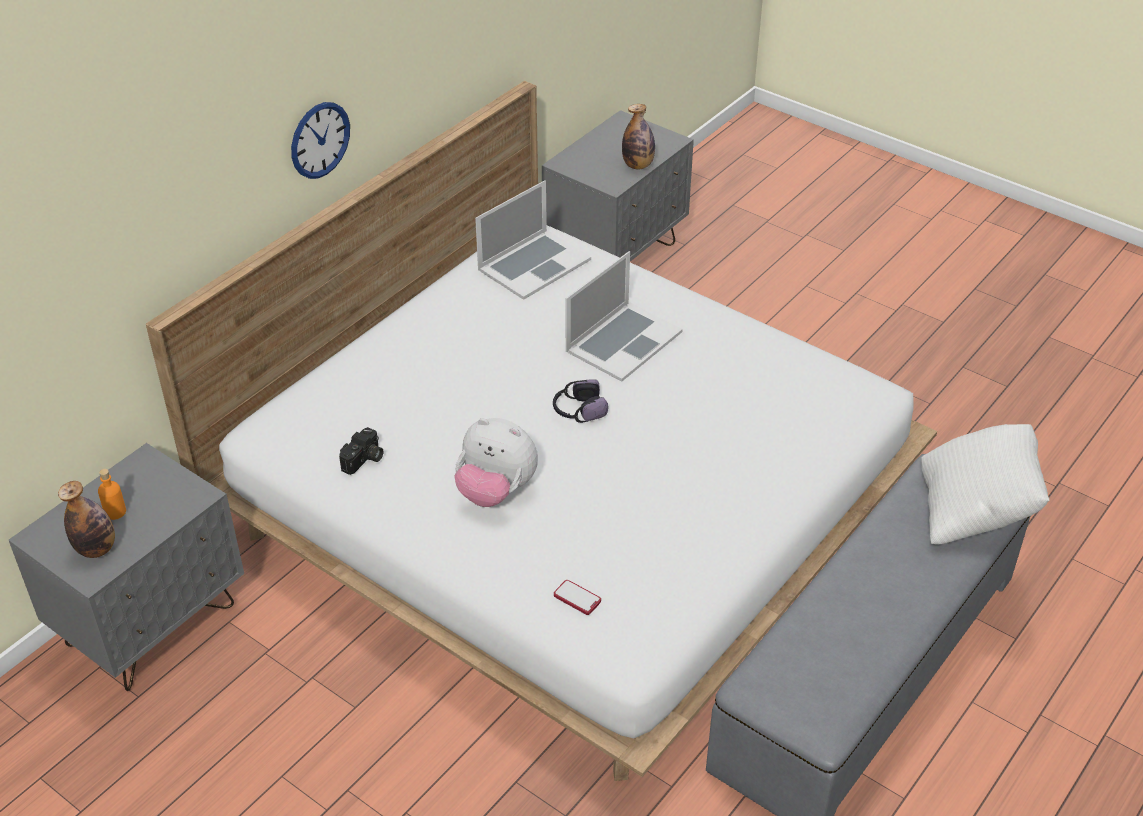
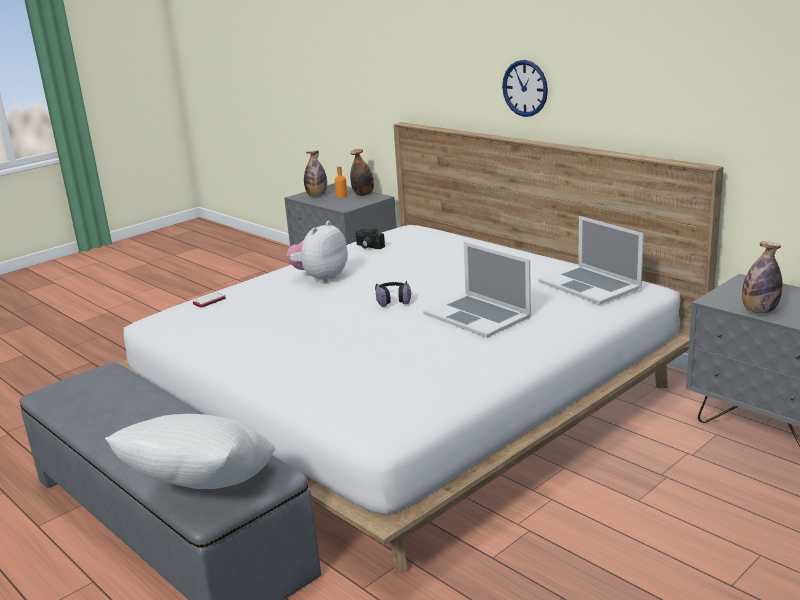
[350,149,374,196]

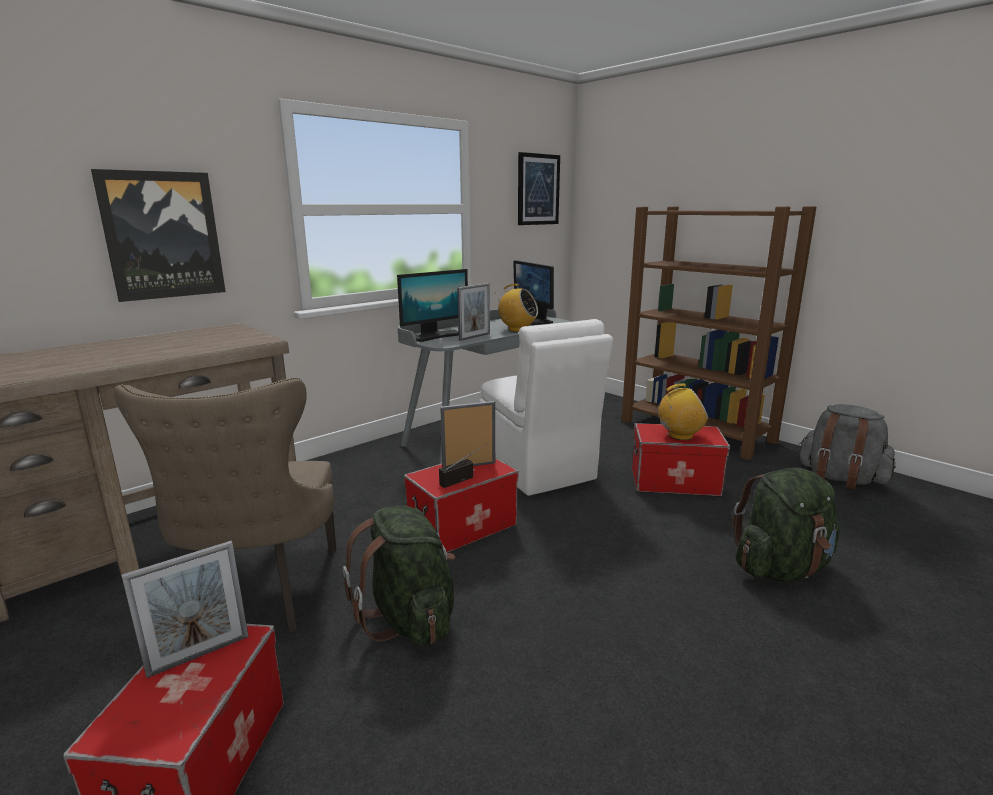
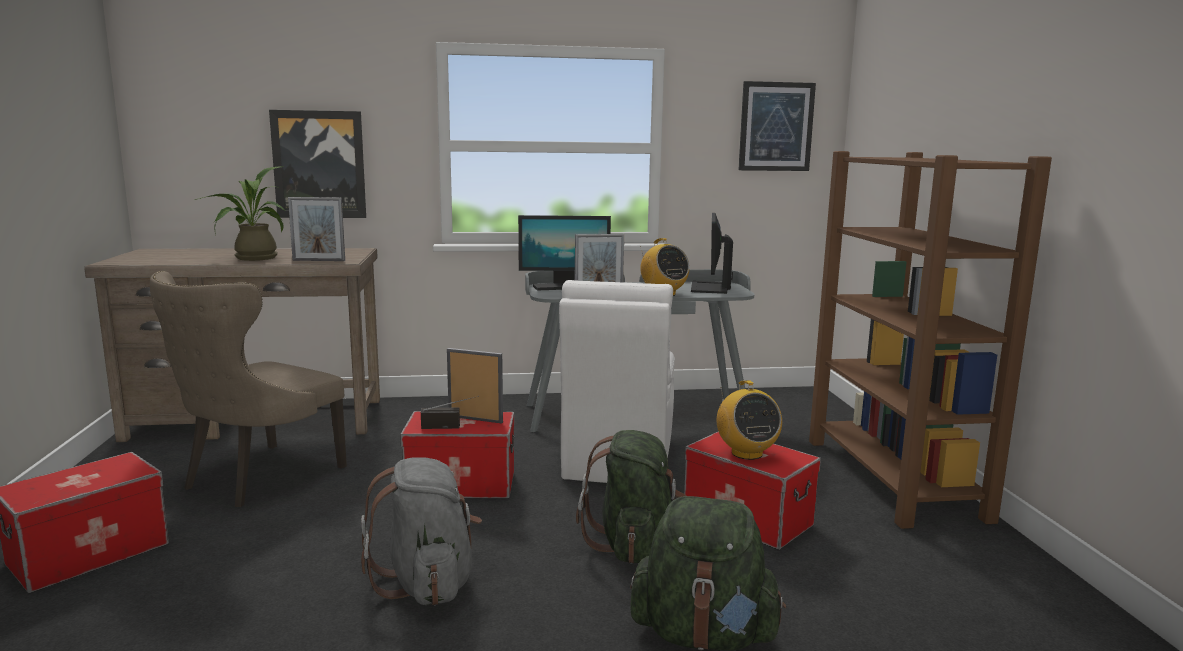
[195,166,285,261]
[288,197,345,261]
[361,457,482,606]
[576,430,686,564]
[717,380,782,460]

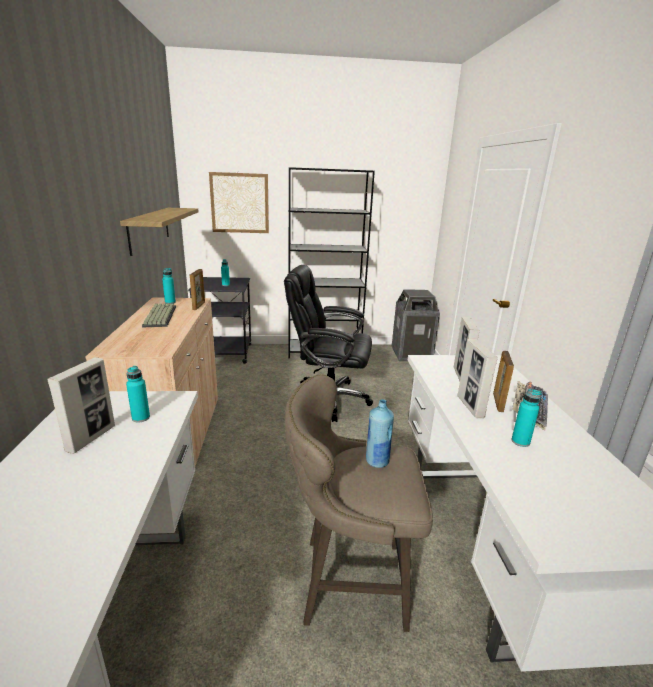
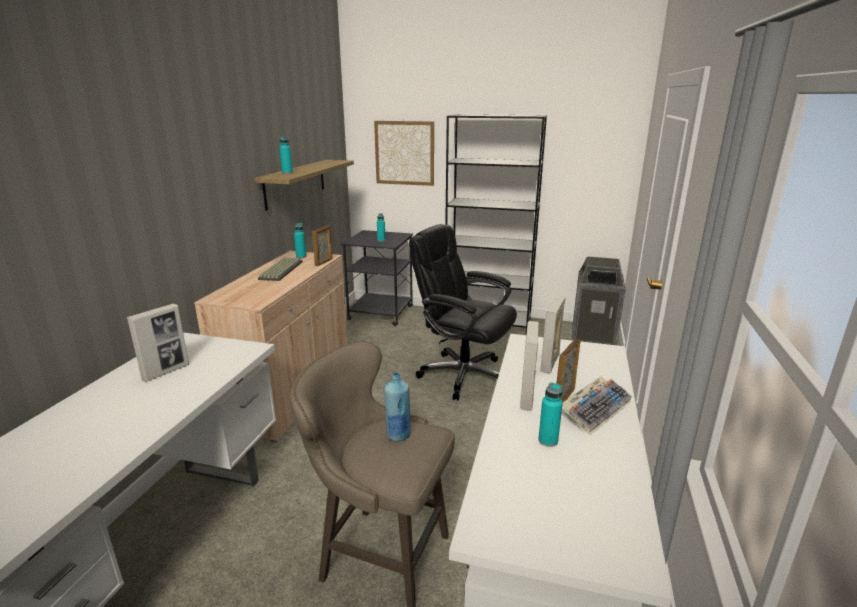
[279,136,293,174]

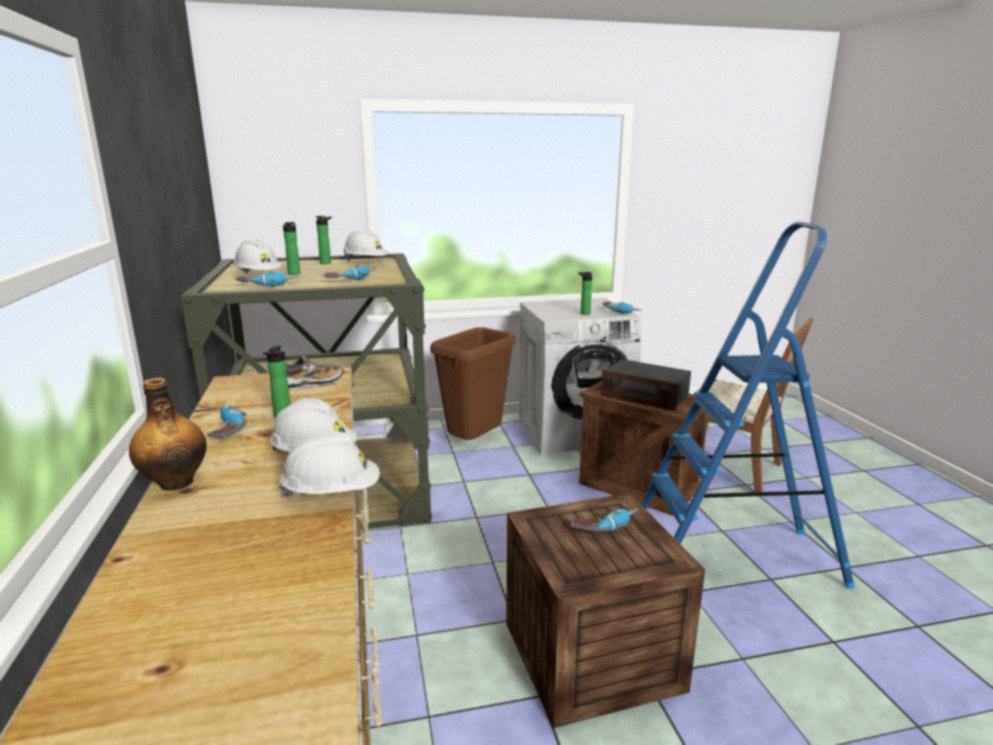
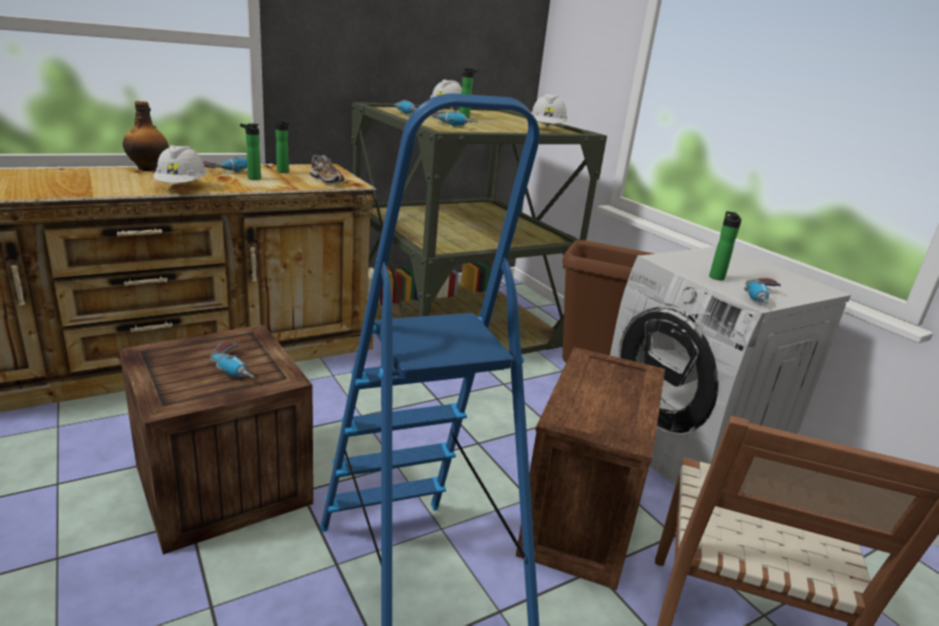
[275,119,289,173]
[278,430,380,497] (first image)
[601,359,691,411] (first image)

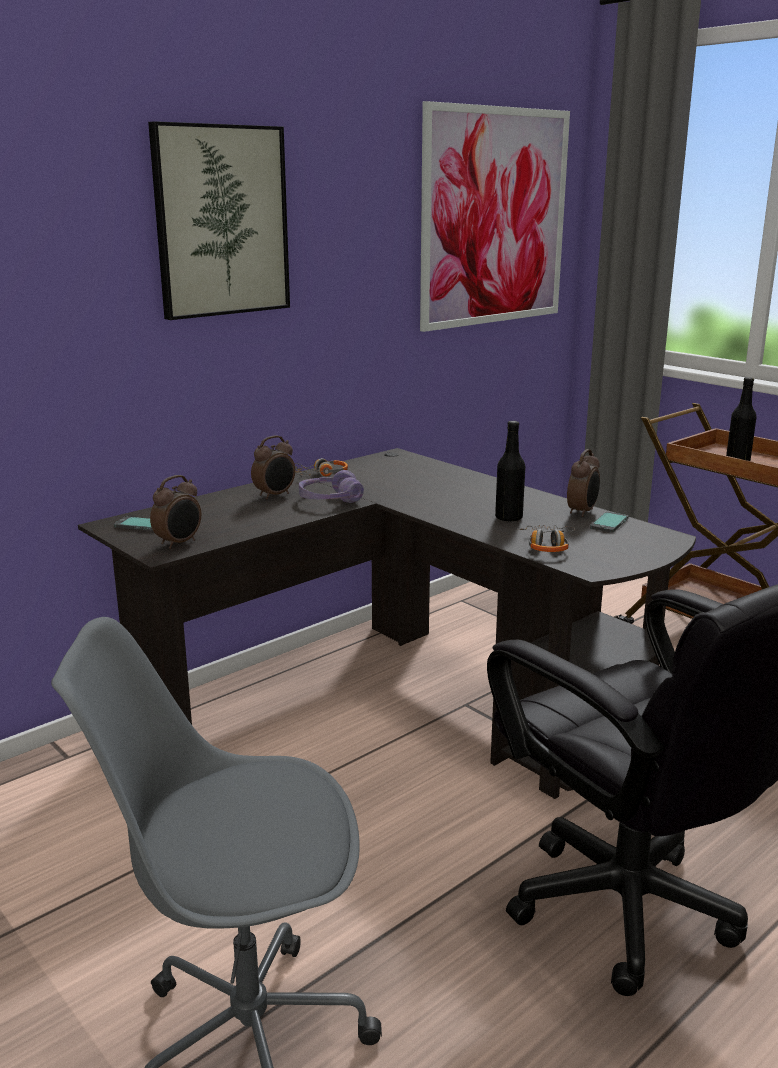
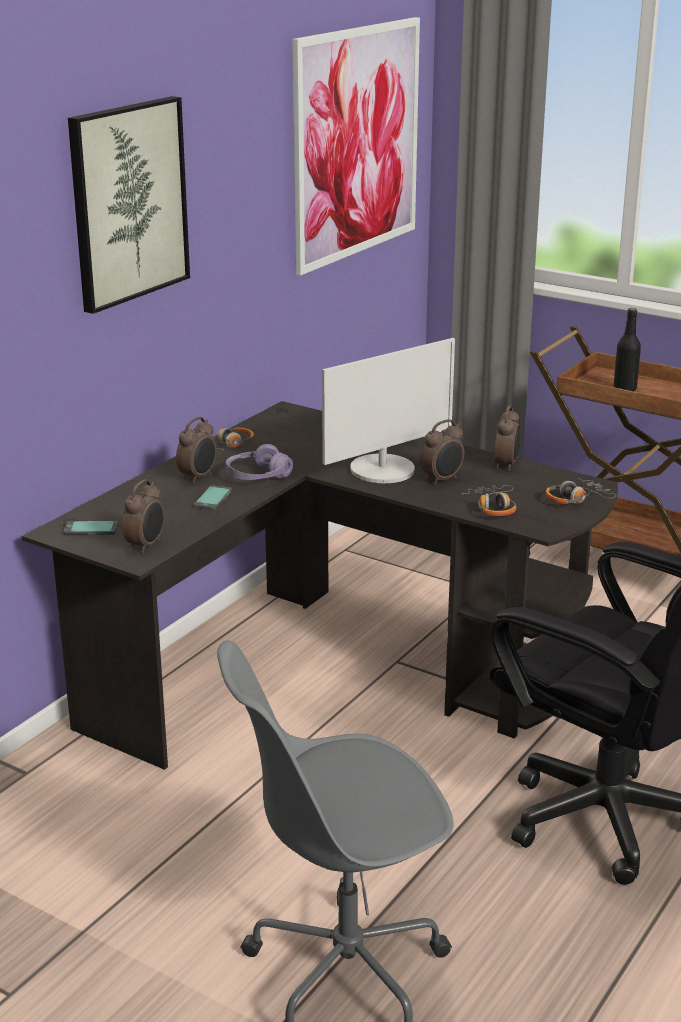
[193,485,232,510]
[322,338,455,483]
[420,419,464,485]
[546,478,616,504]

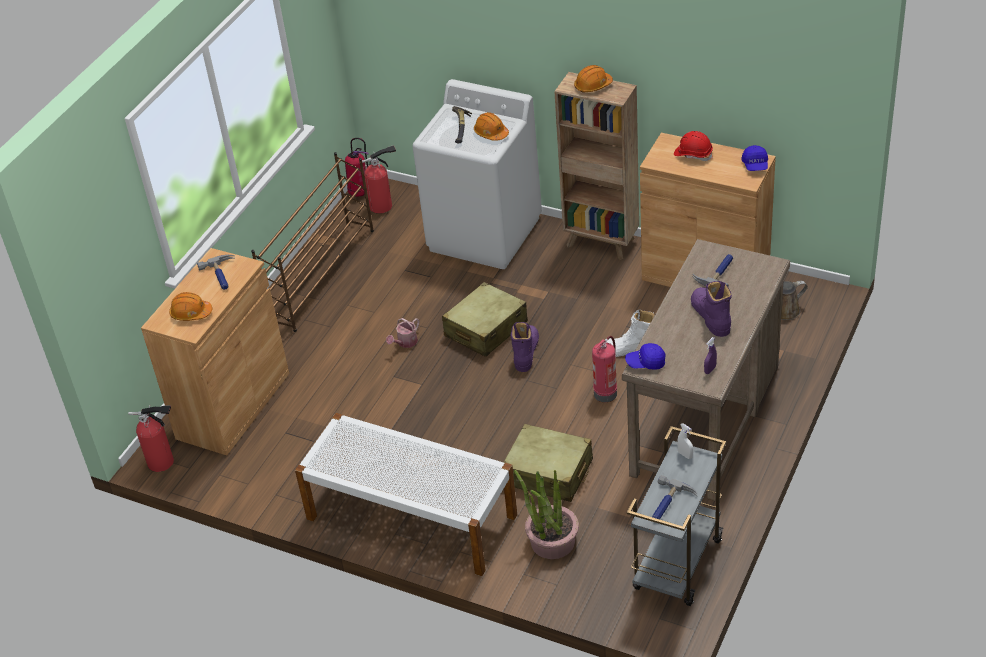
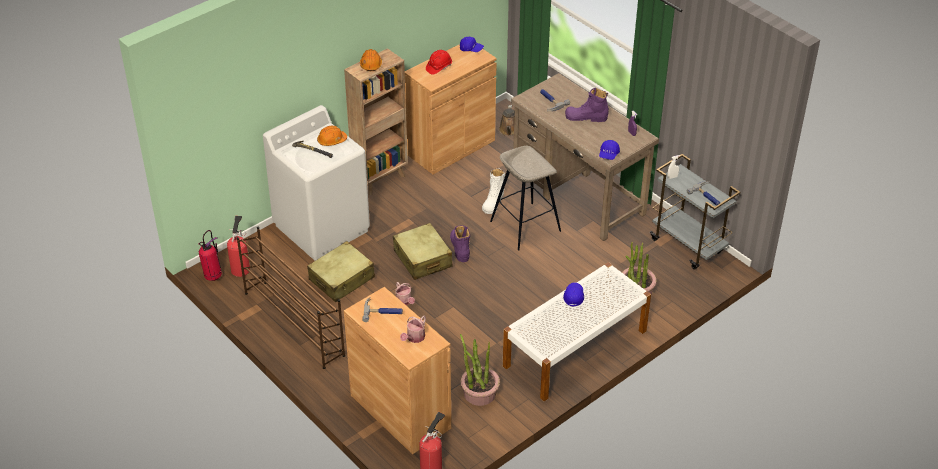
[307,241,375,302]
[400,315,426,343]
[450,225,470,262]
[460,334,500,406]
[490,146,561,250]
[563,282,584,306]

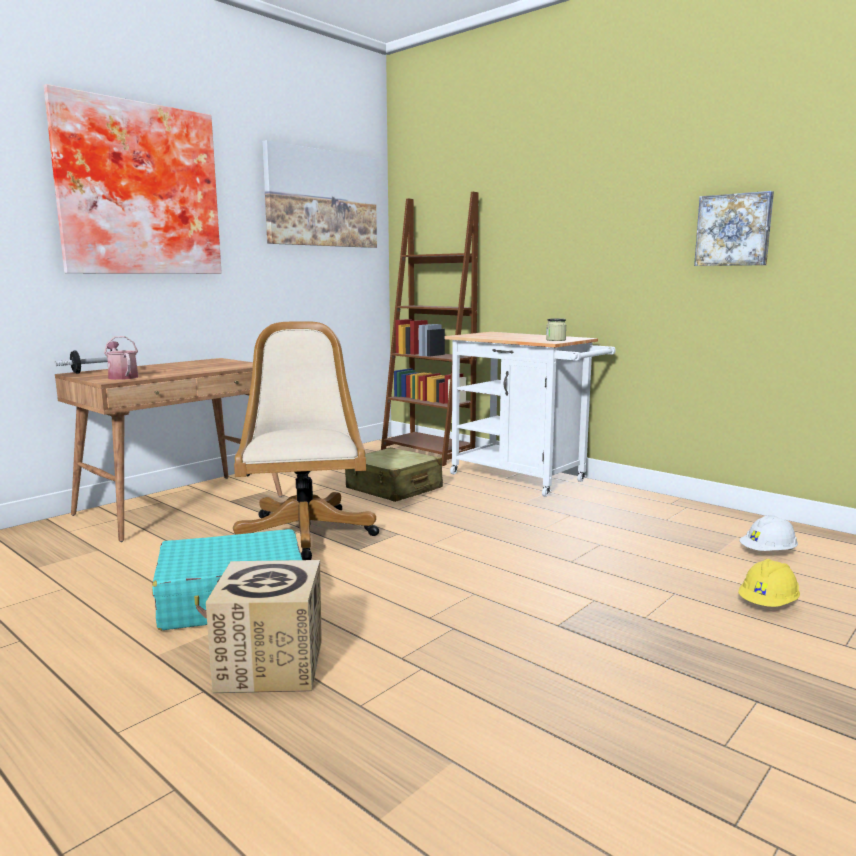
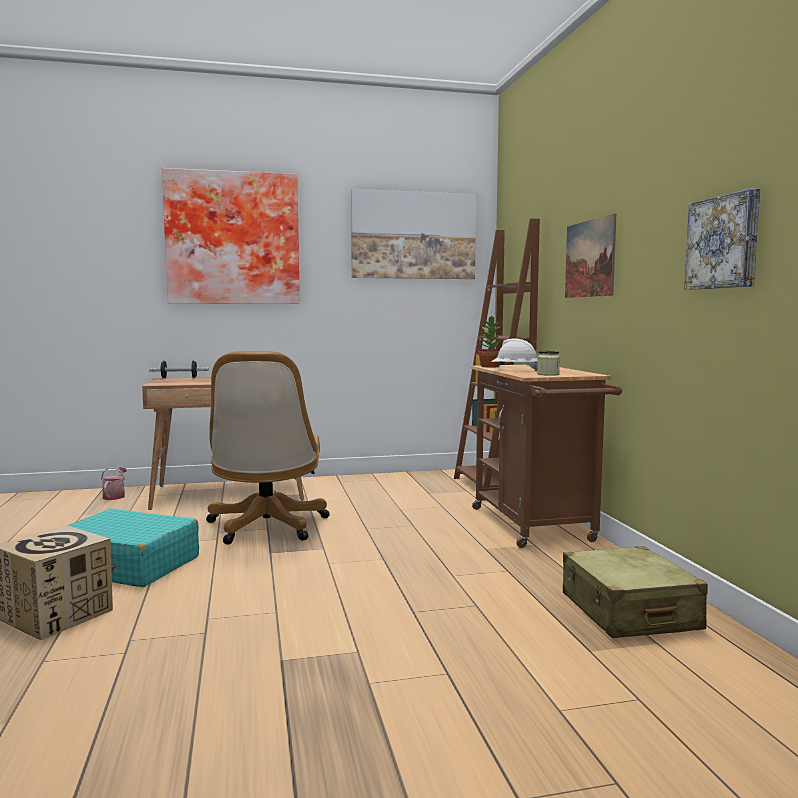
[101,467,127,500]
[206,351,330,545]
[471,365,622,548]
[478,315,500,367]
[491,339,537,371]
[563,546,708,638]
[565,214,616,298]
[738,559,800,607] (first image)

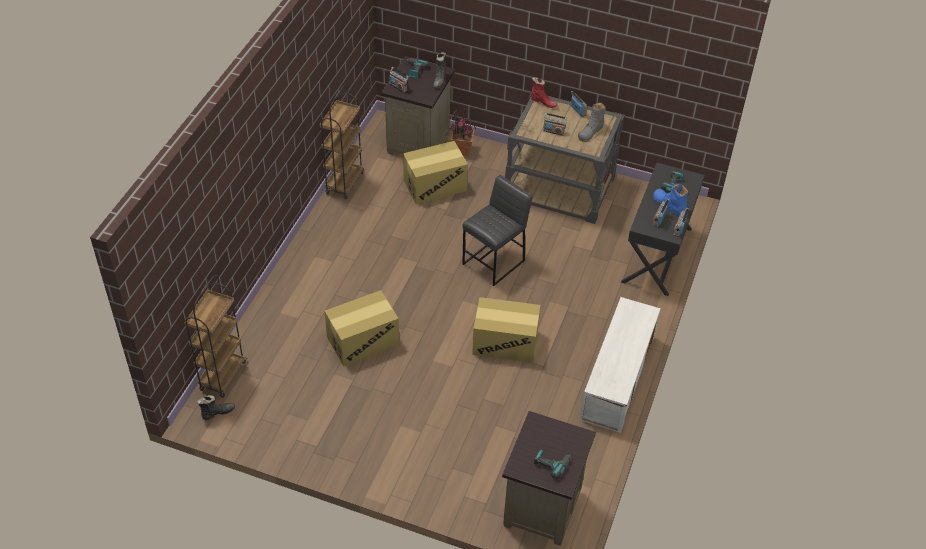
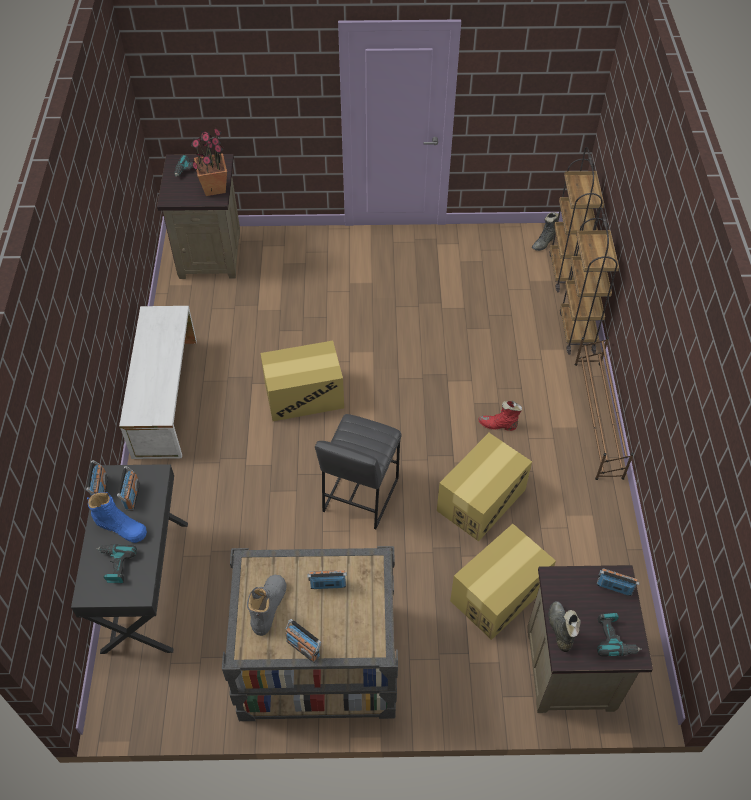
[191,127,227,196]
[437,433,532,542]
[479,400,522,431]
[560,207,619,355]
[575,337,634,480]

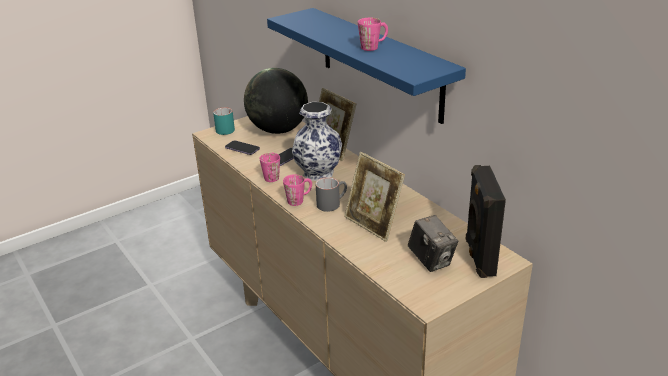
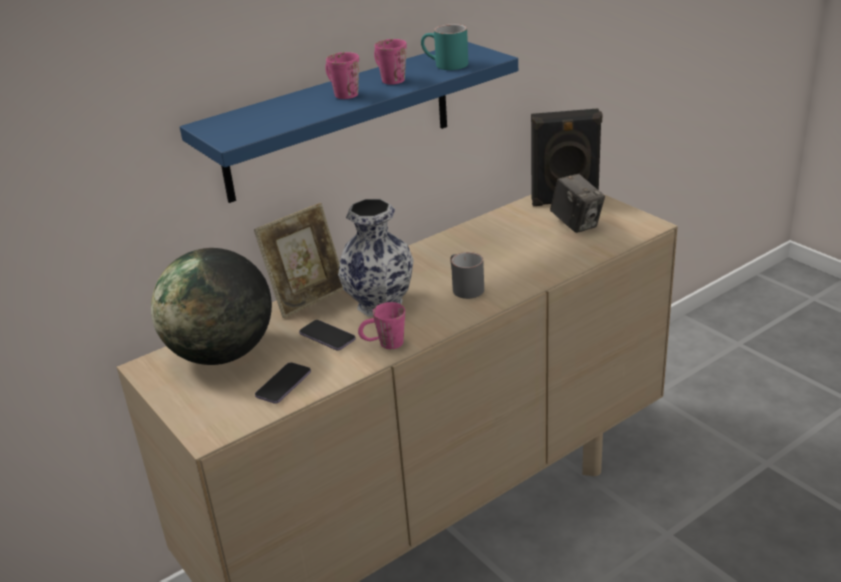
[325,52,359,99]
[421,24,468,70]
[550,174,605,233]
[344,152,405,242] (first image)

